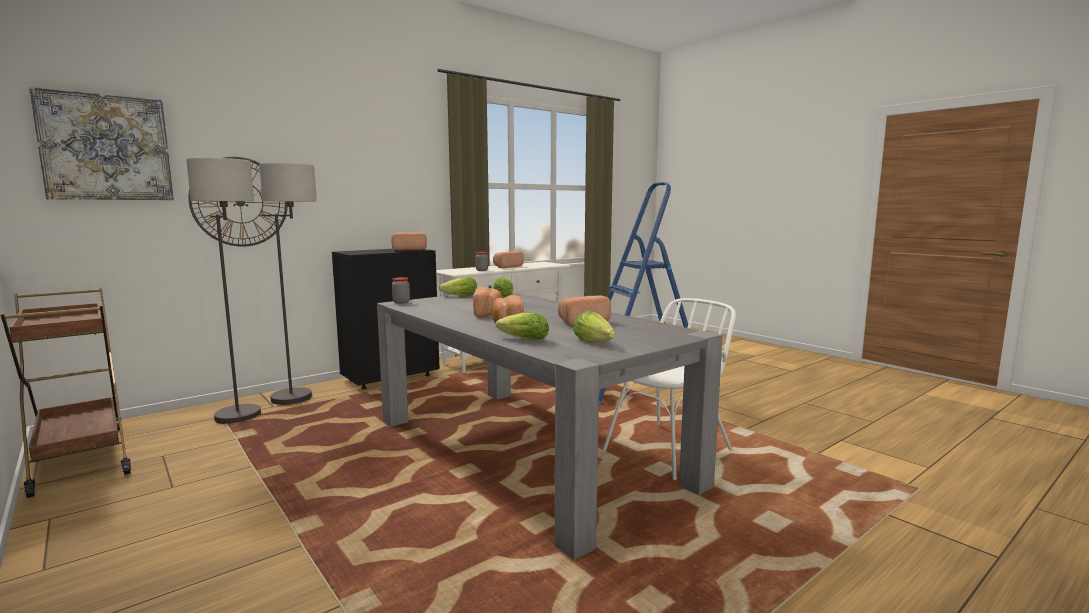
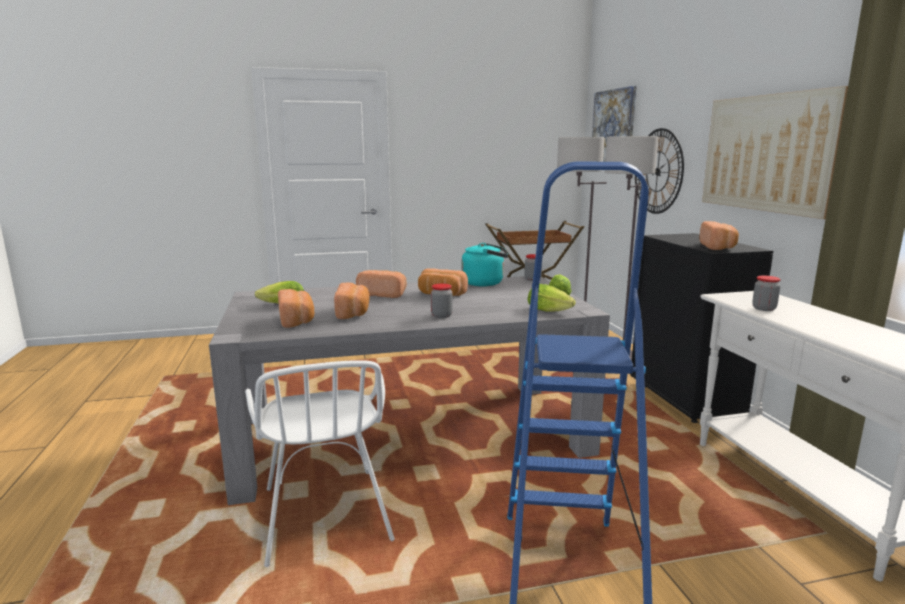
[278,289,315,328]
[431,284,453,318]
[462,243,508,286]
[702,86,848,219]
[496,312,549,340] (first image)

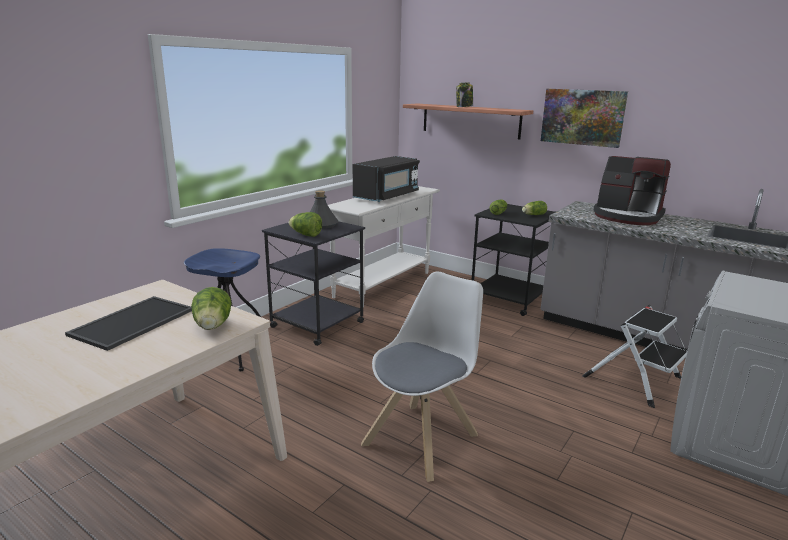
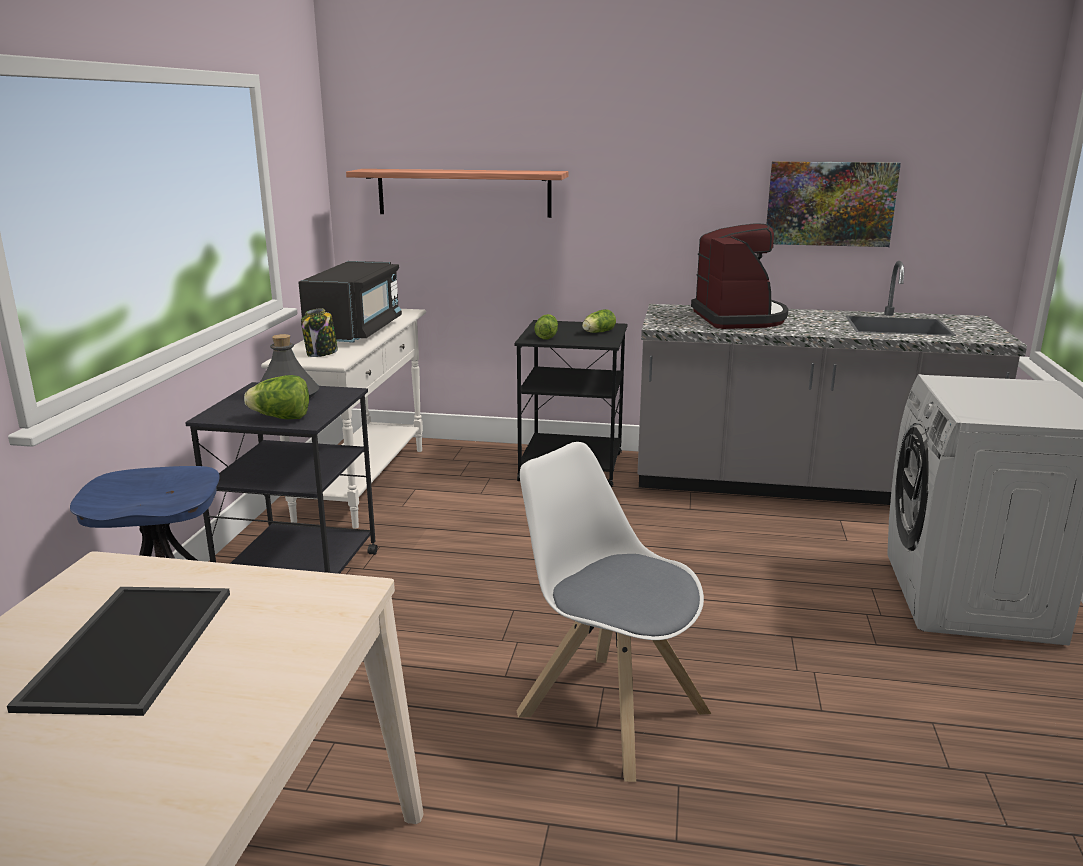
[301,308,338,357]
[517,442,711,782]
[691,223,788,329]
[766,161,901,247]
[191,287,232,330] (first image)
[582,305,687,408] (first image)

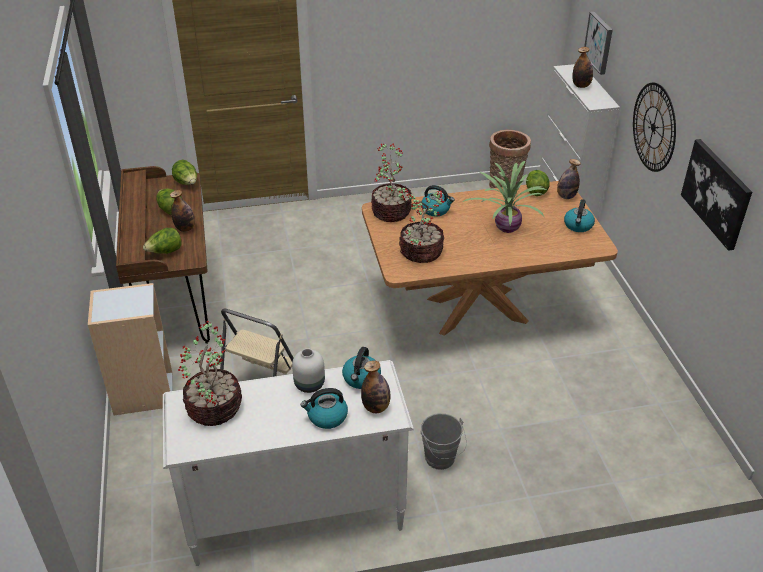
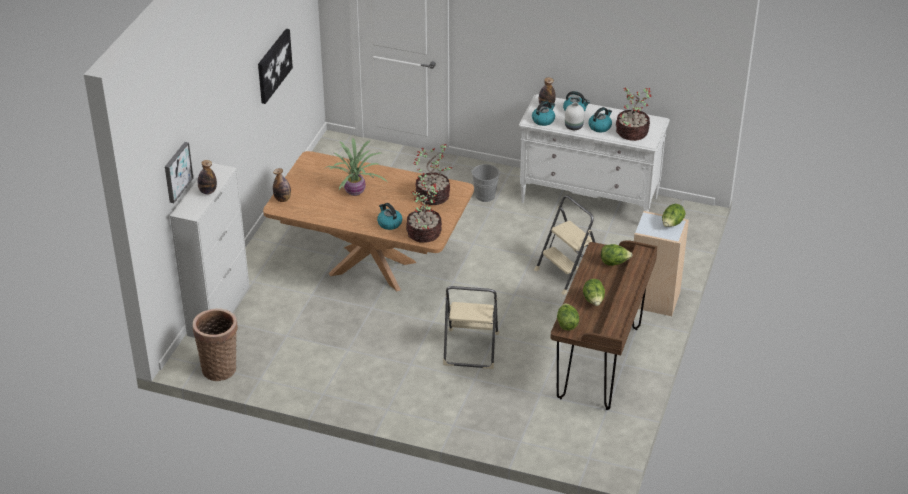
[443,286,499,369]
[588,107,612,132]
[662,204,685,227]
[170,190,195,232] (first image)
[633,83,676,172] (first image)

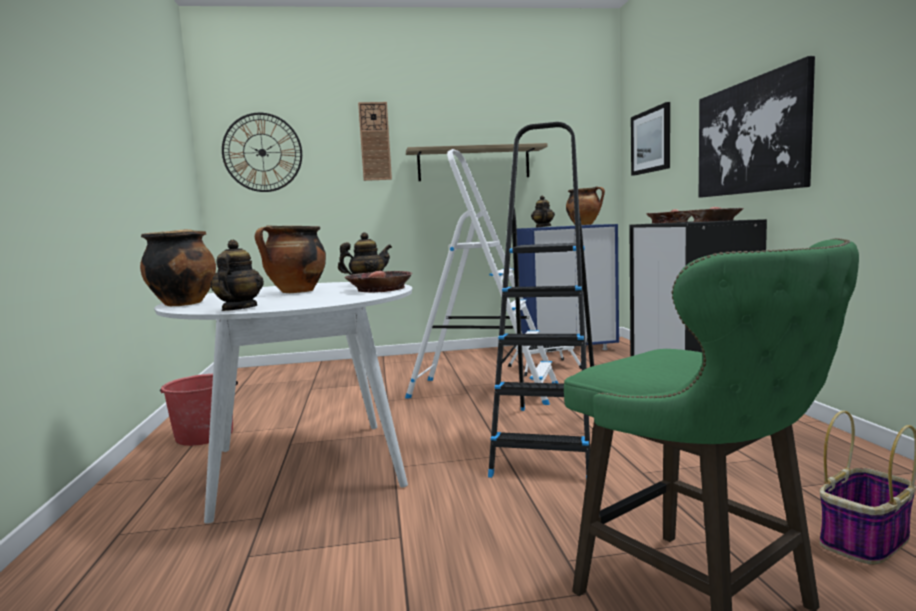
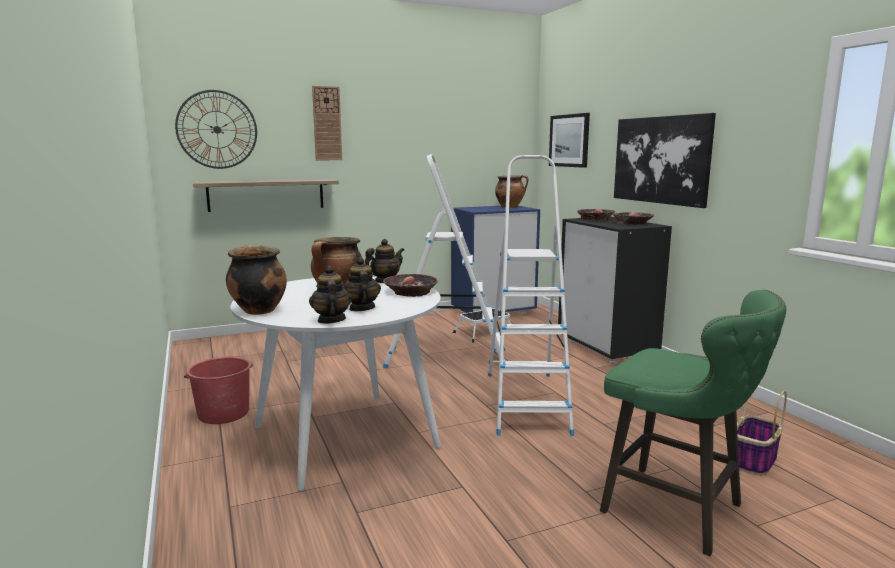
[193,179,339,212]
[342,257,381,311]
[488,155,574,436]

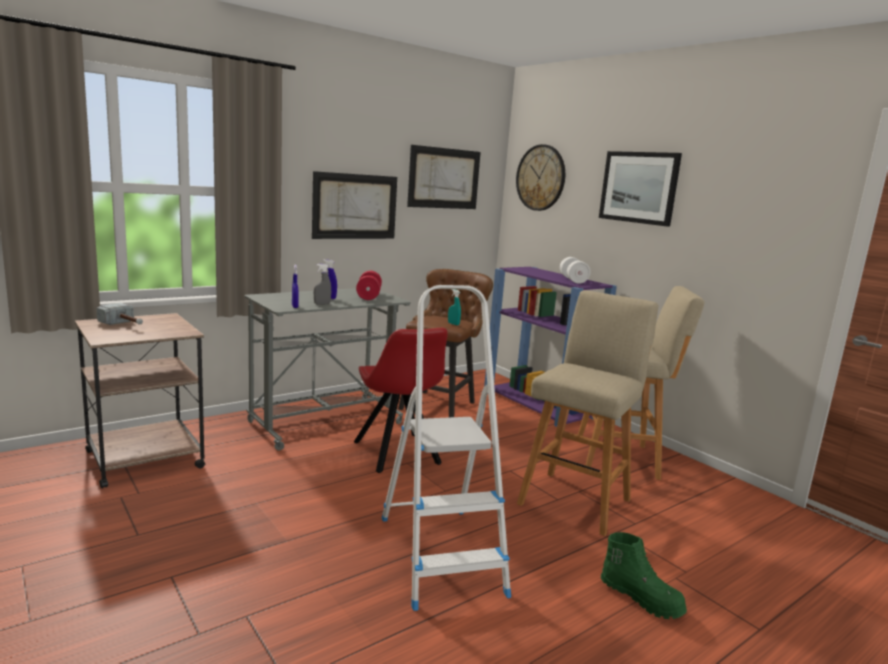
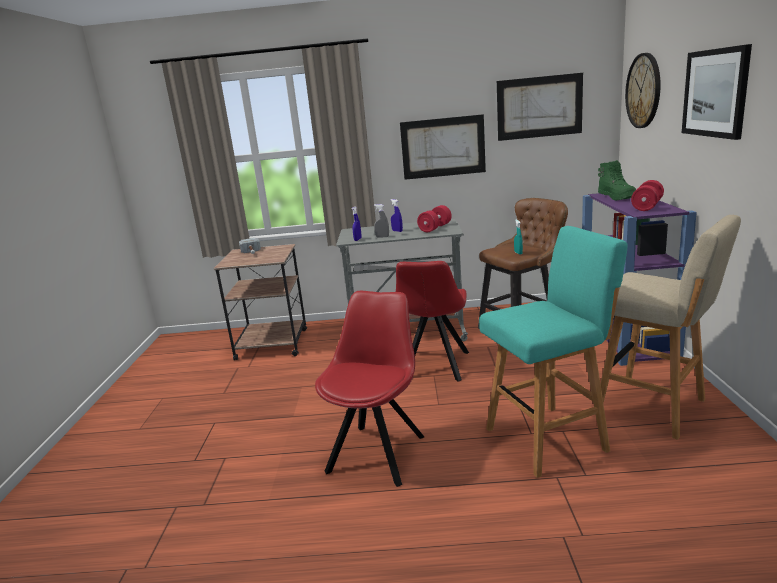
[315,291,424,487]
[479,226,628,478]
[598,160,636,200]
[631,180,664,211]

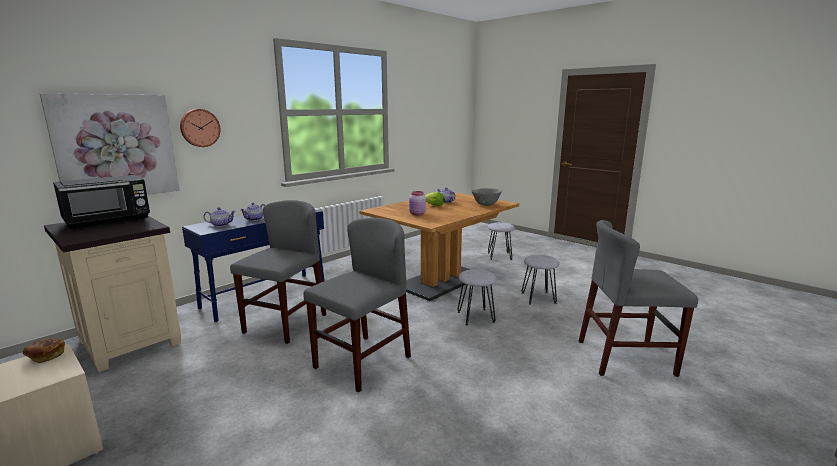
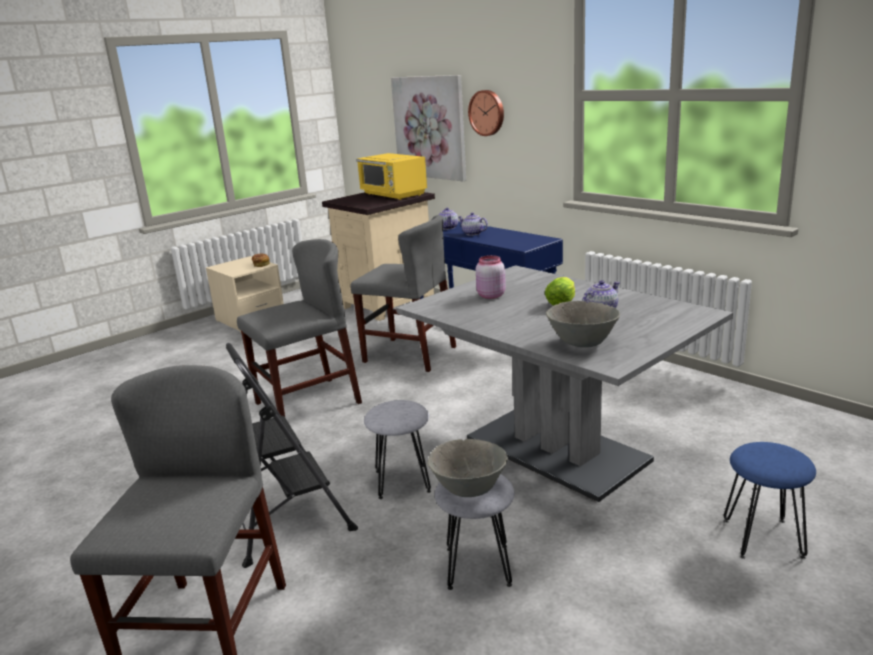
[226,343,358,568]
[237,239,362,417]
[356,153,427,200]
[396,265,733,502]
[427,439,508,497]
[723,442,816,559]

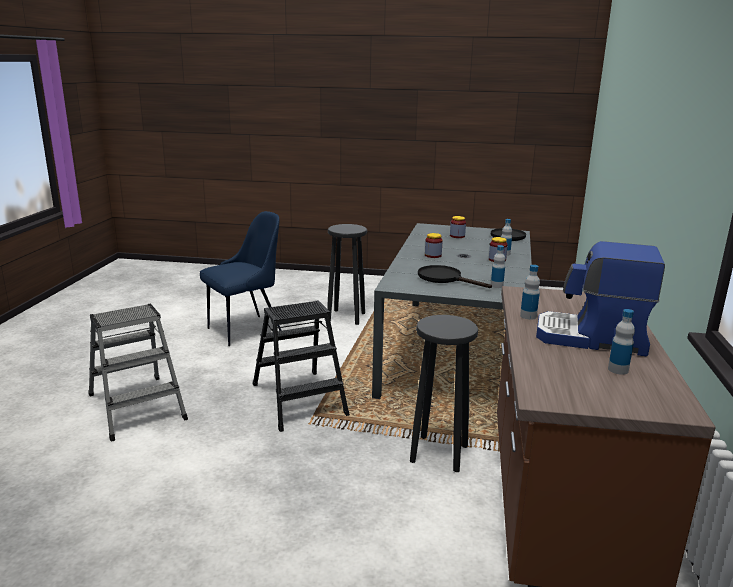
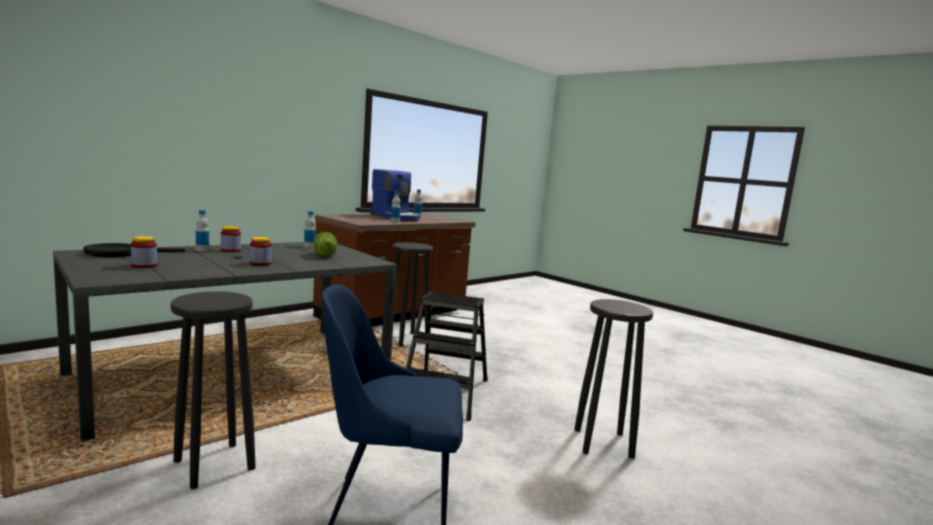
[313,232,337,256]
[574,299,653,459]

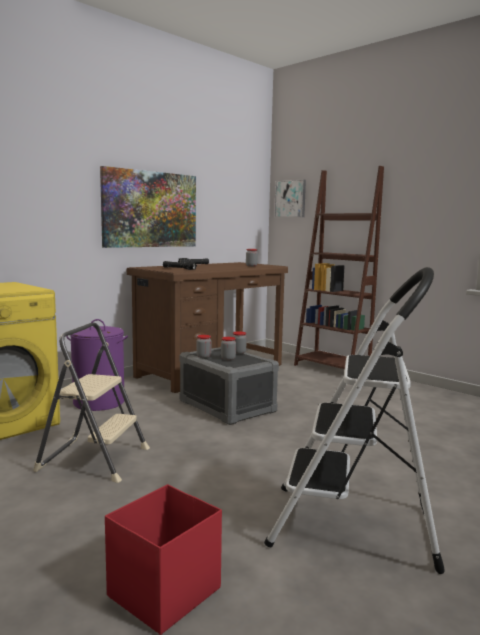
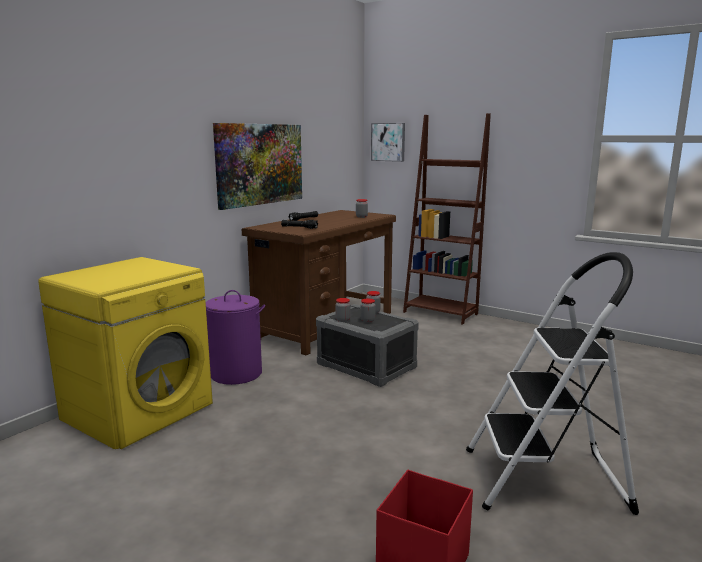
[33,323,150,483] (first image)

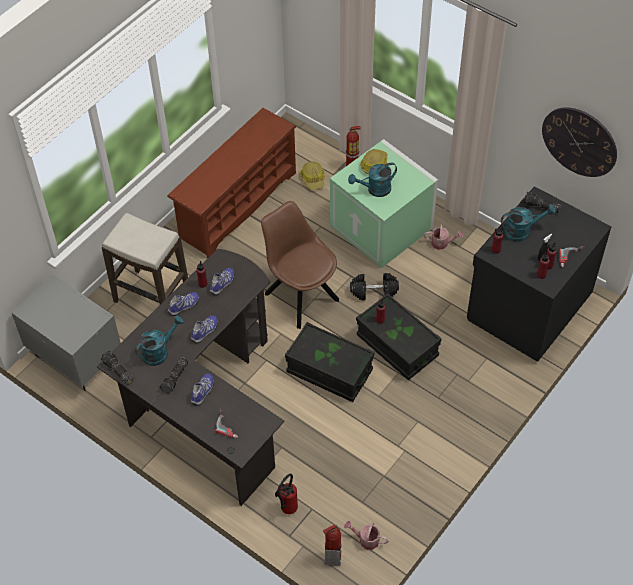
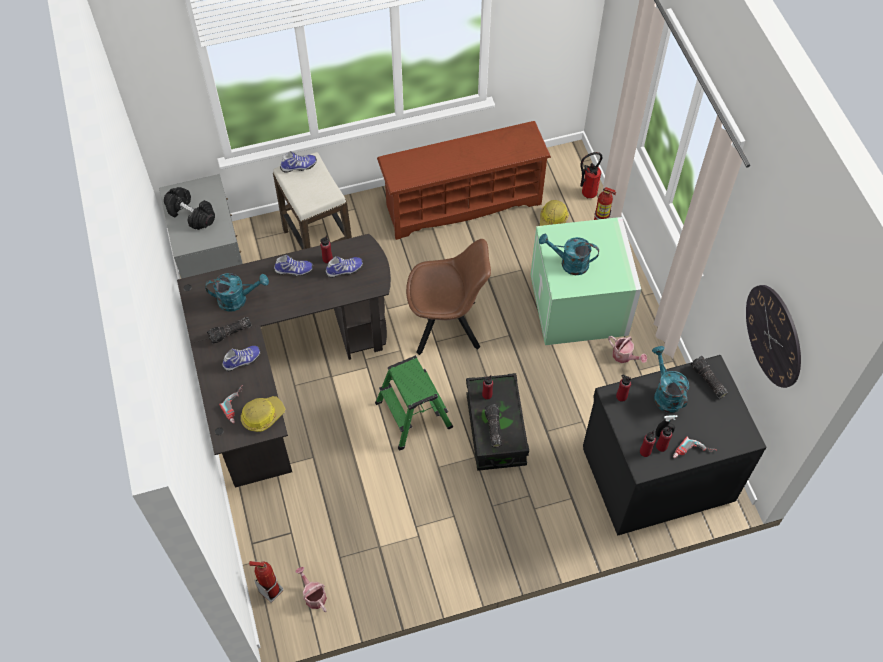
[164,187,215,230]
[241,396,285,432]
[280,151,317,173]
[375,355,453,451]
[406,239,491,355]
[485,404,502,447]
[580,152,602,199]
[652,346,689,413]

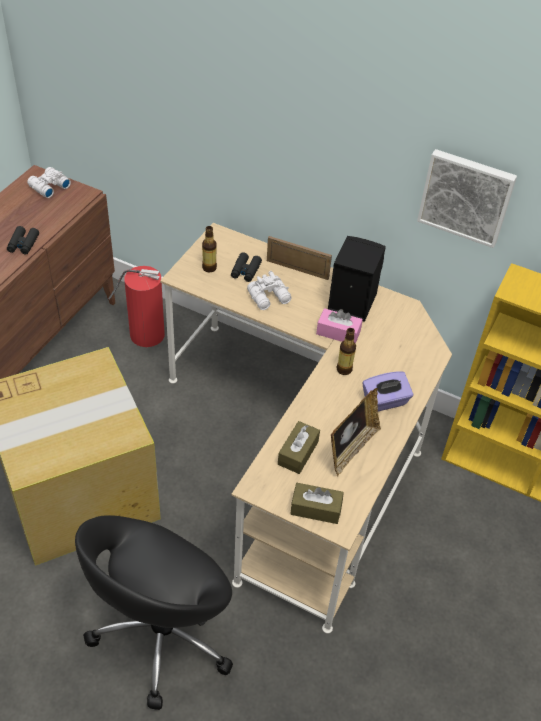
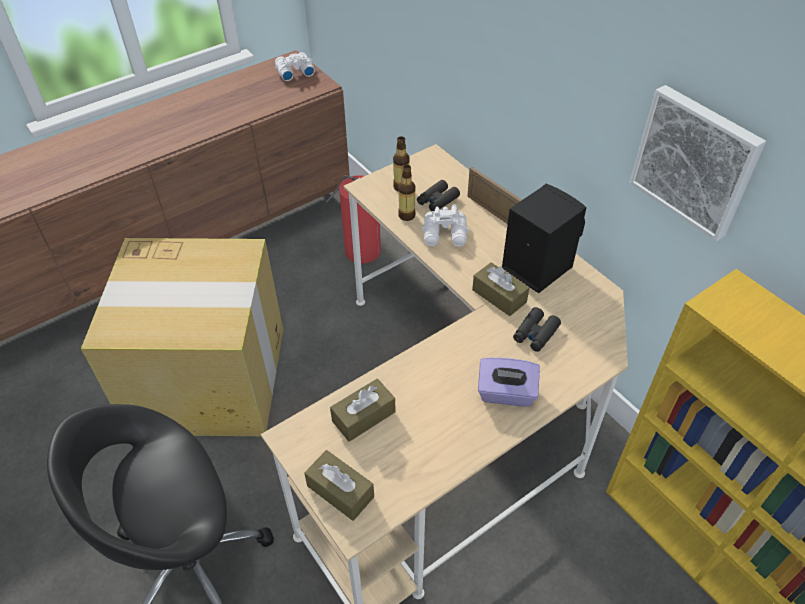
[398,165,416,221]
[472,262,529,316]
[513,307,561,352]
[331,388,381,476] (first image)

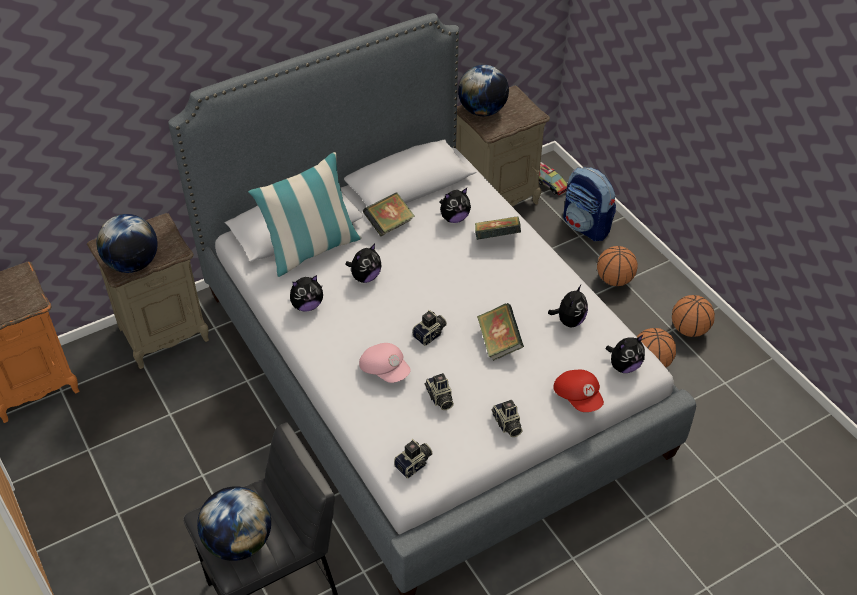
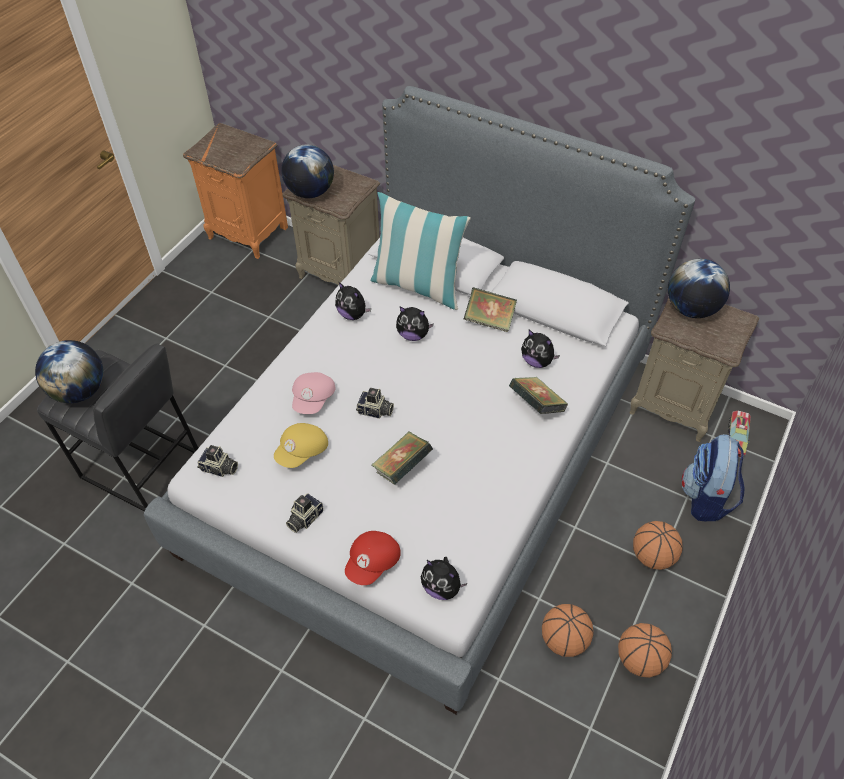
[274,423,328,468]
[548,285,588,328] (first image)

